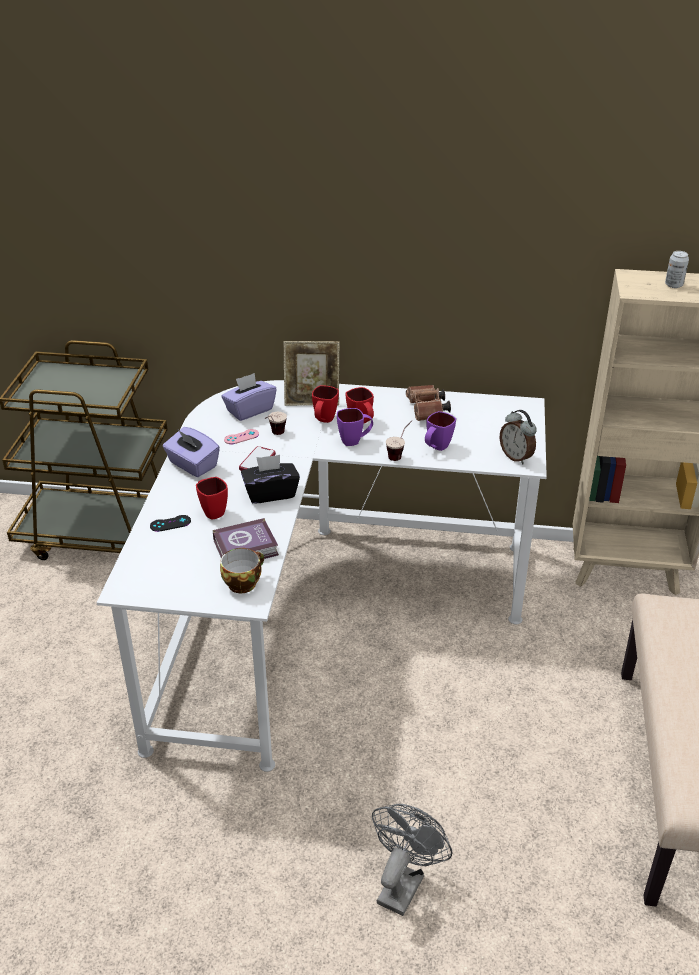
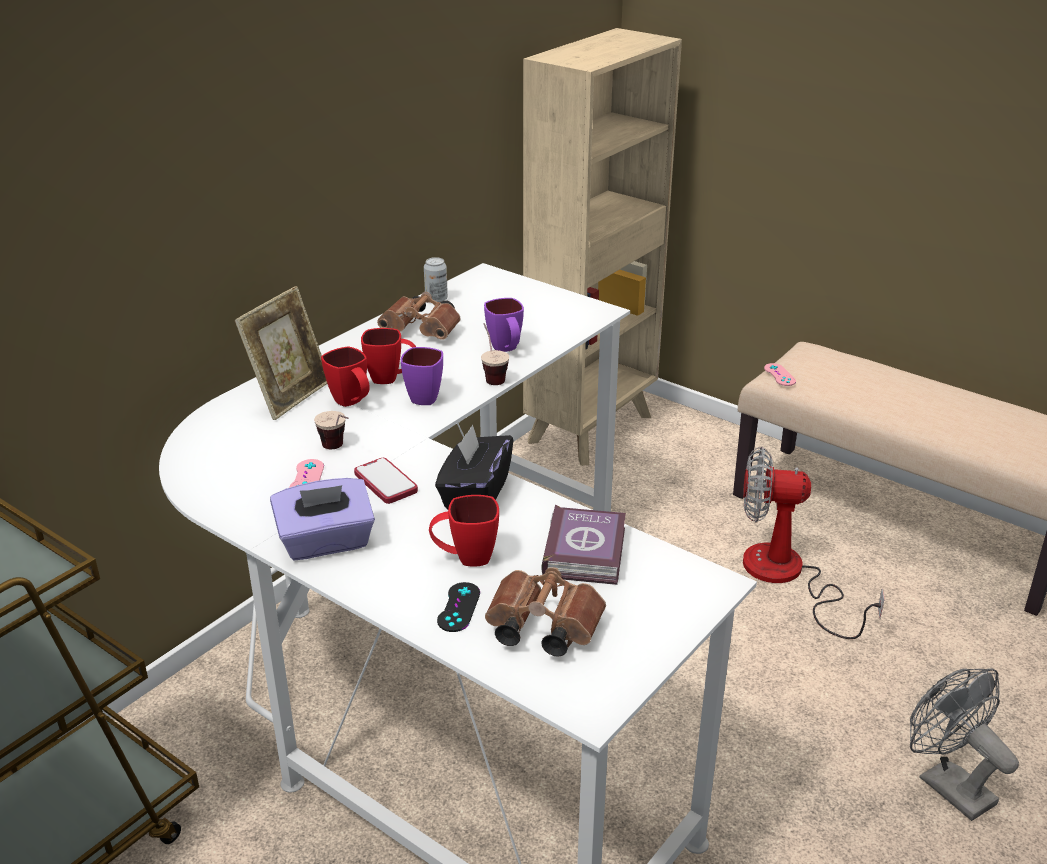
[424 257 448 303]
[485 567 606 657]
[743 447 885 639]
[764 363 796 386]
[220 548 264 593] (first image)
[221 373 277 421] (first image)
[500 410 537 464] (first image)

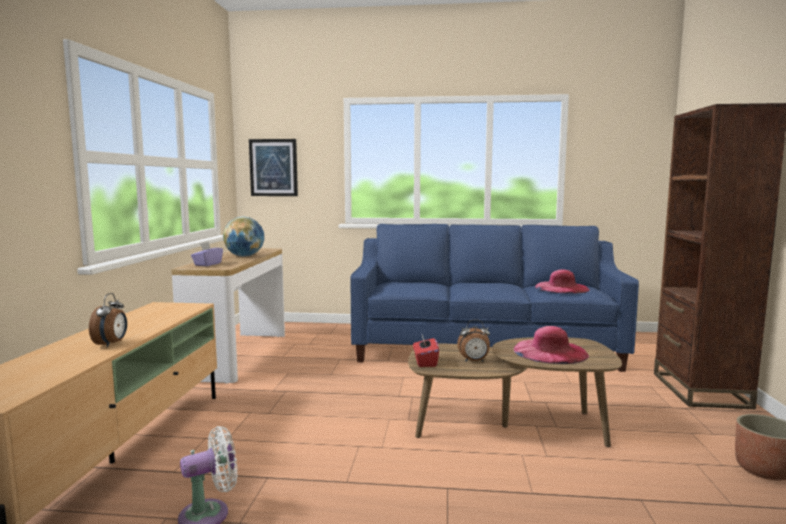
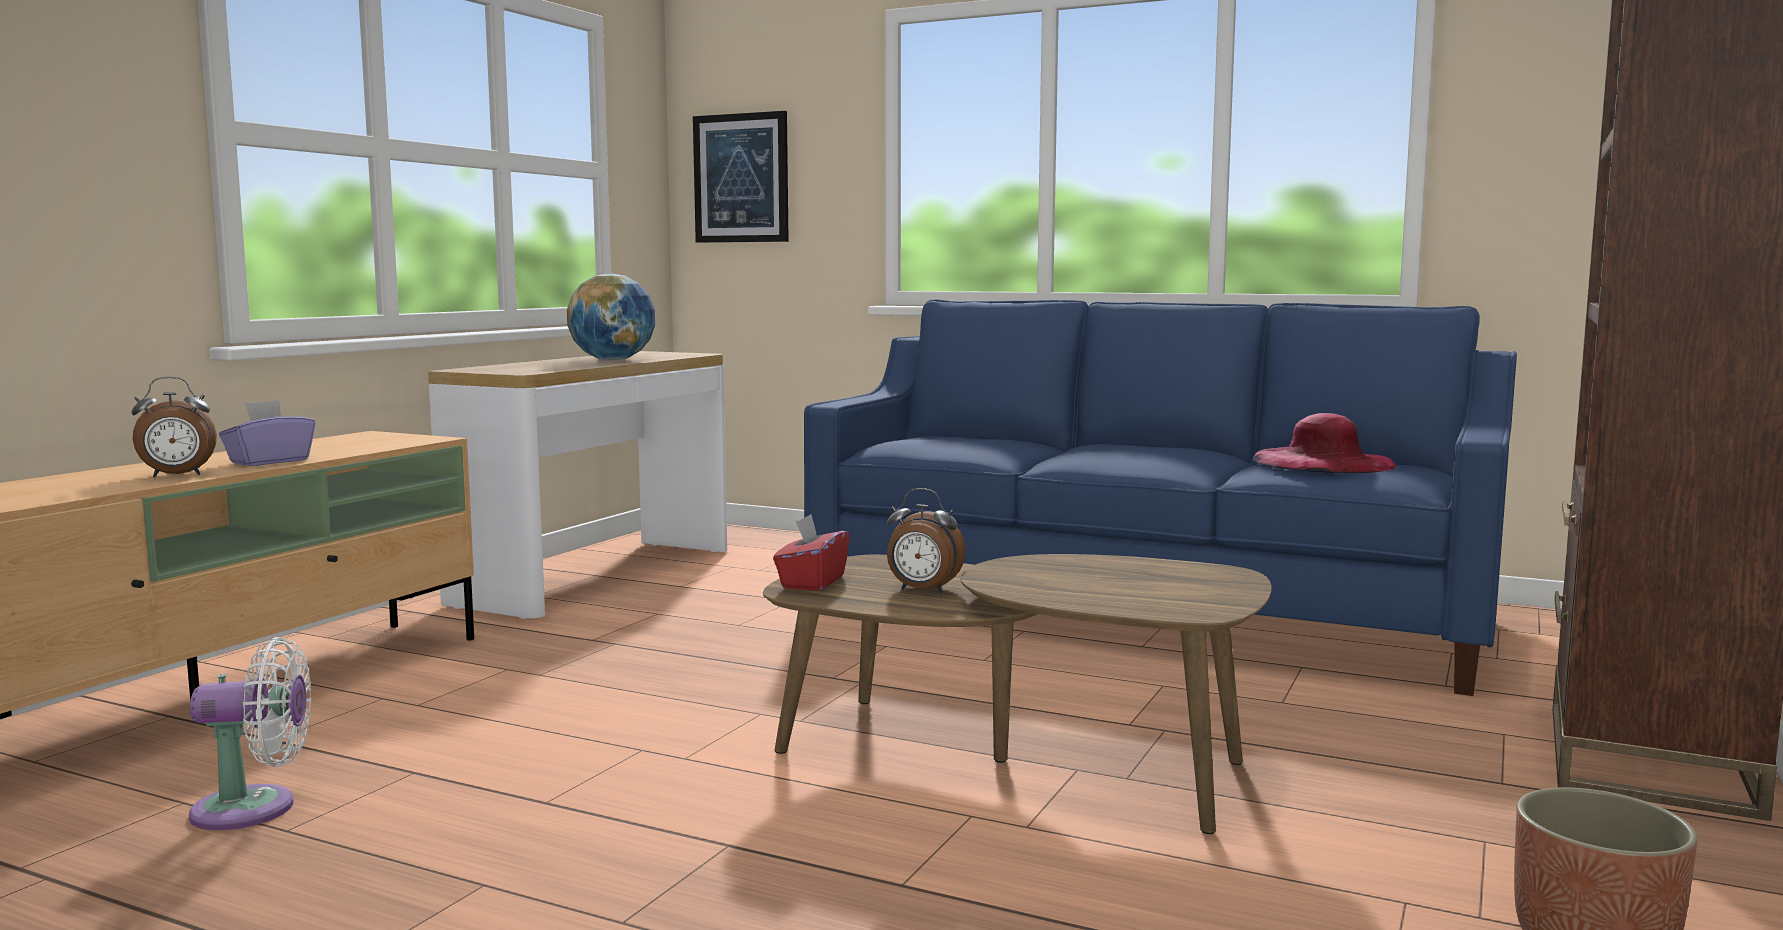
[132 376 217 477]
[219 400 315 466]
[514 326 589 364] (first image)

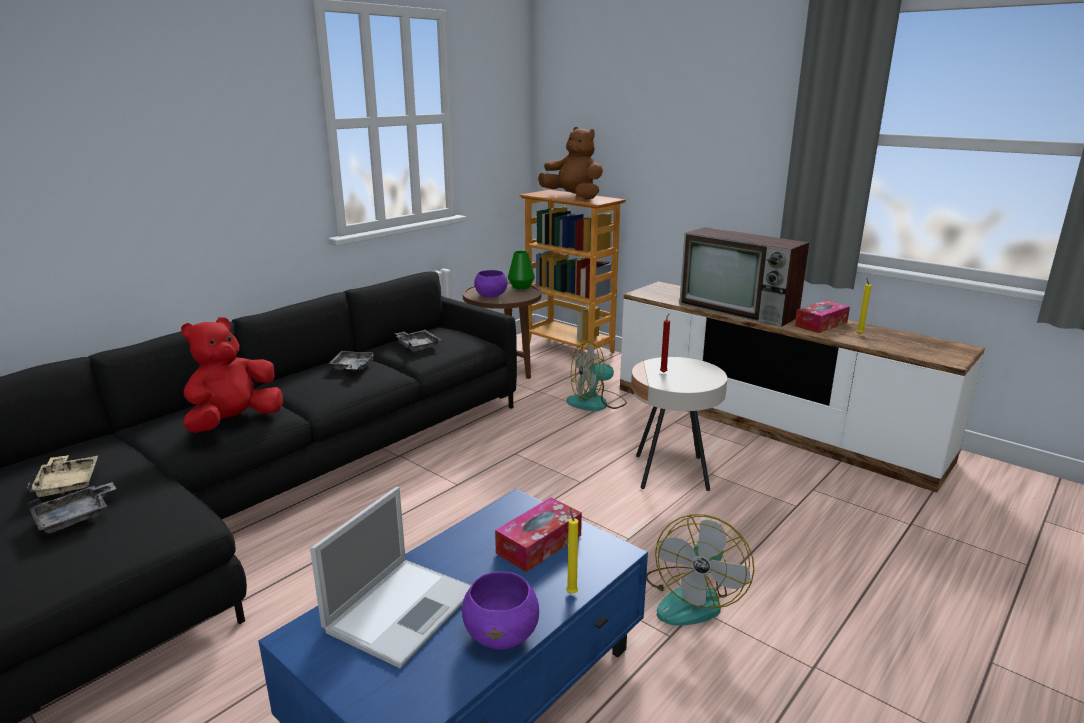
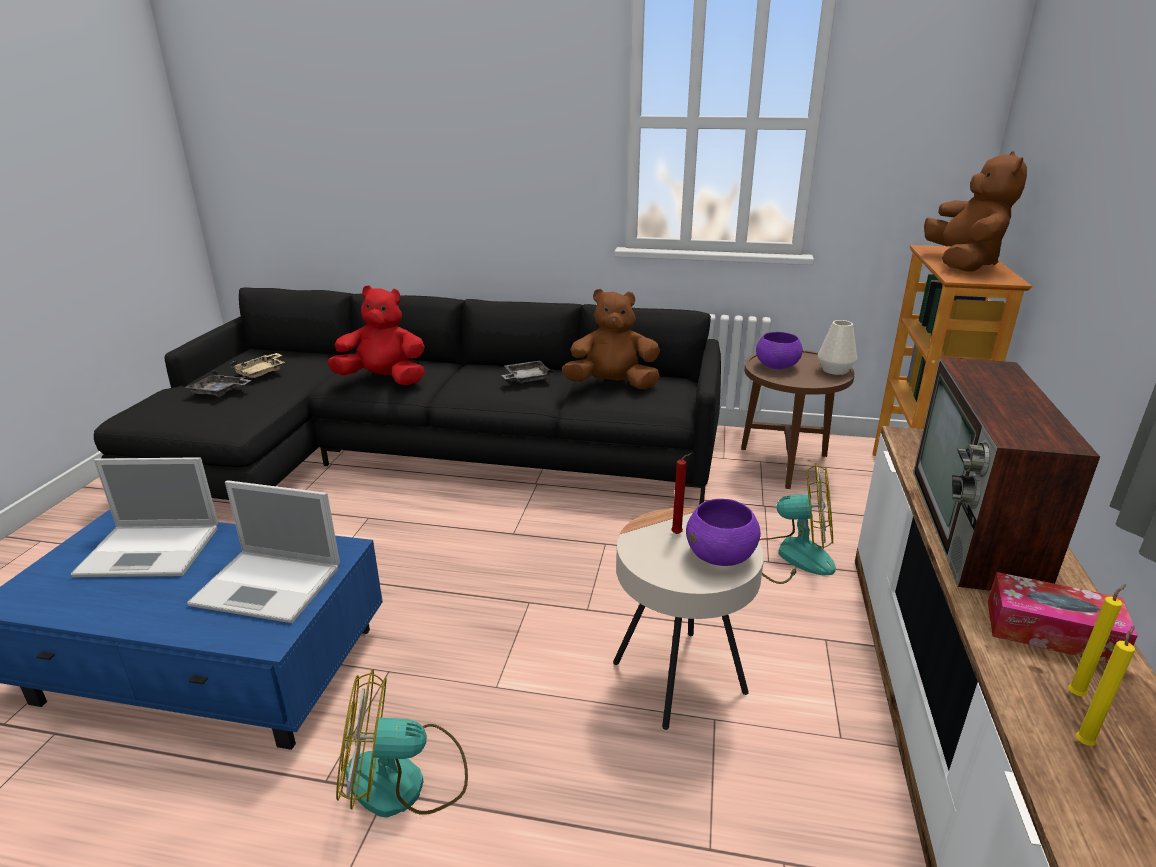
[187 480 340 623]
[562 289 660 389]
[686 499 761 566]
[760 463 836 584]
[818 320 857 375]
[1076 626 1135 746]

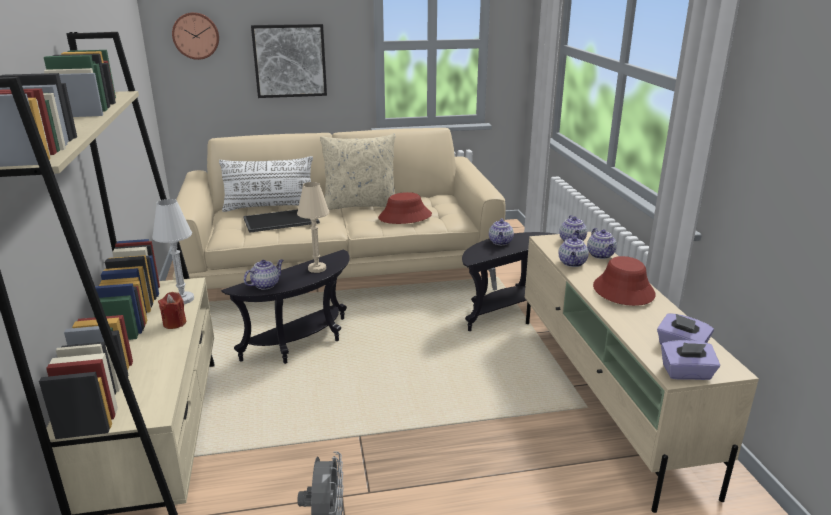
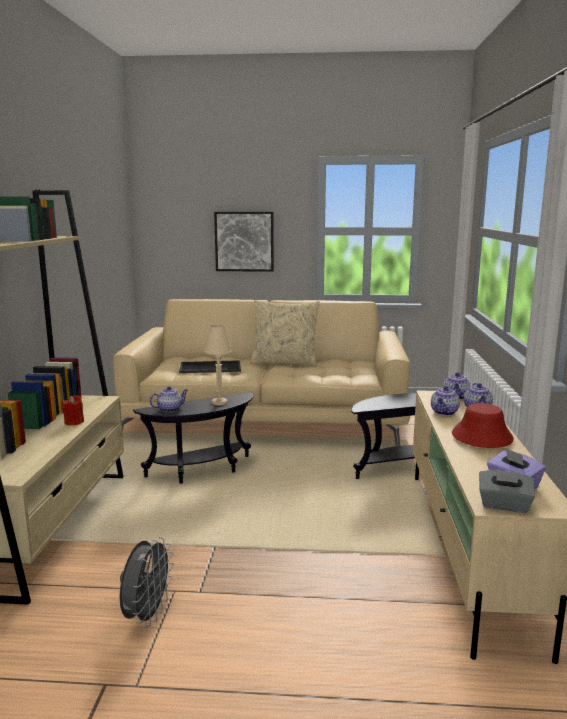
[479 469 535 513]
[152 199 194 304] (first image)
[172 12 219 60] (first image)
[219 156 313 212] (first image)
[378 192 432 224] (first image)
[489 219 514 245] (first image)

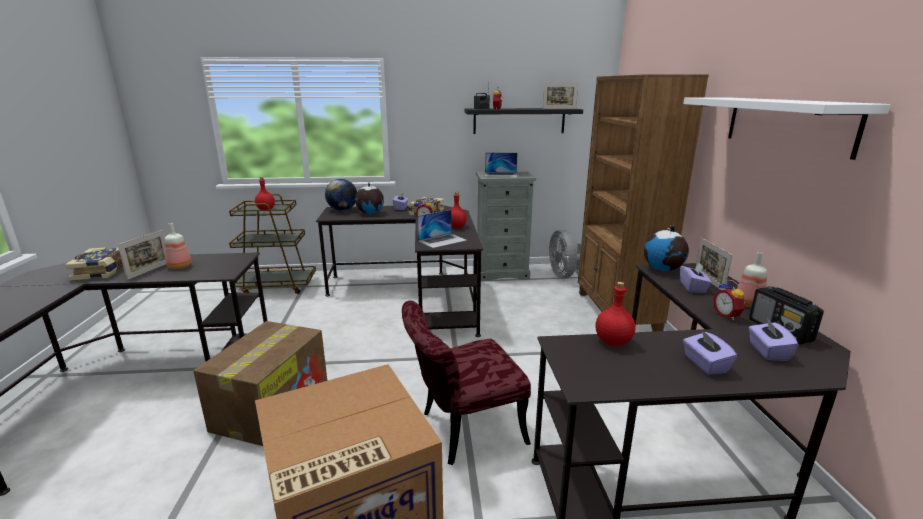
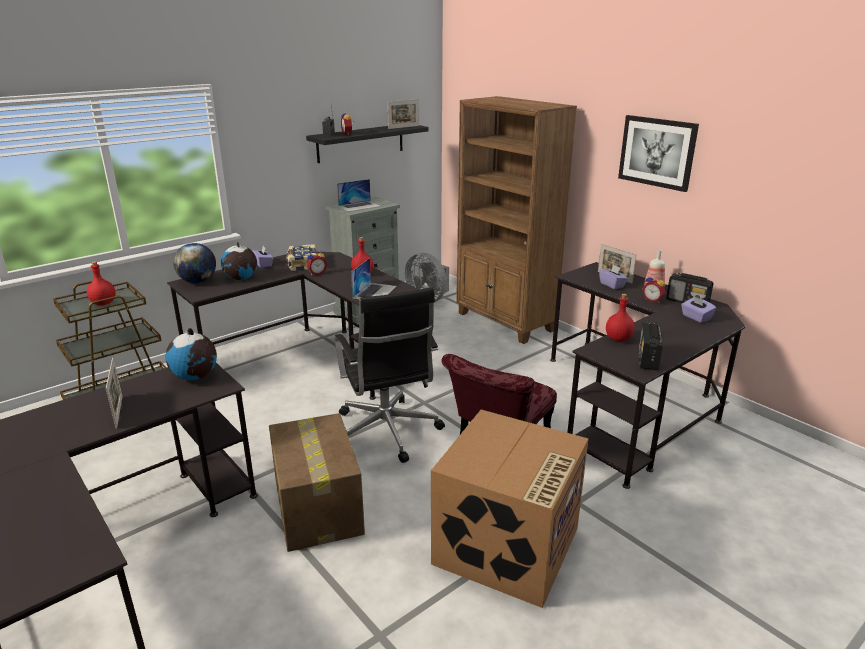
[165 328 217 380]
[335 287 445 463]
[618 115 699 192]
[639 322 663 371]
[65 247 123 281] (first image)
[165 223 192 269] (first image)
[683 330 737 375] (first image)

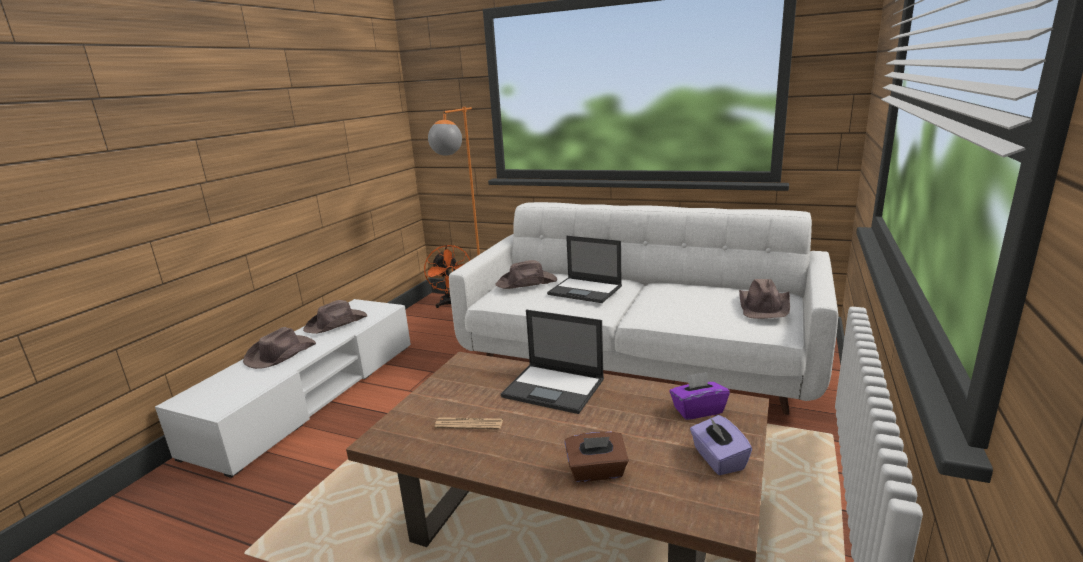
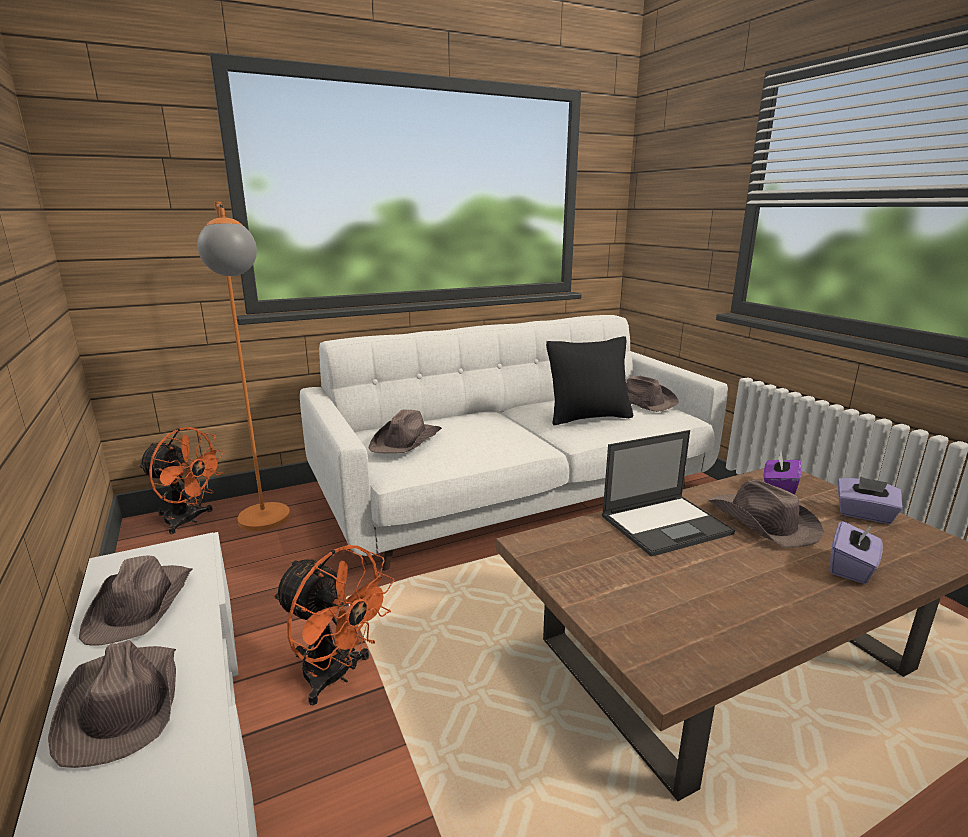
[273 545 394 705]
[546 336 633 425]
[709 479 824 548]
[830 521 883 584]
[434 417 503 430] (first image)
[547 236 622 303] (first image)

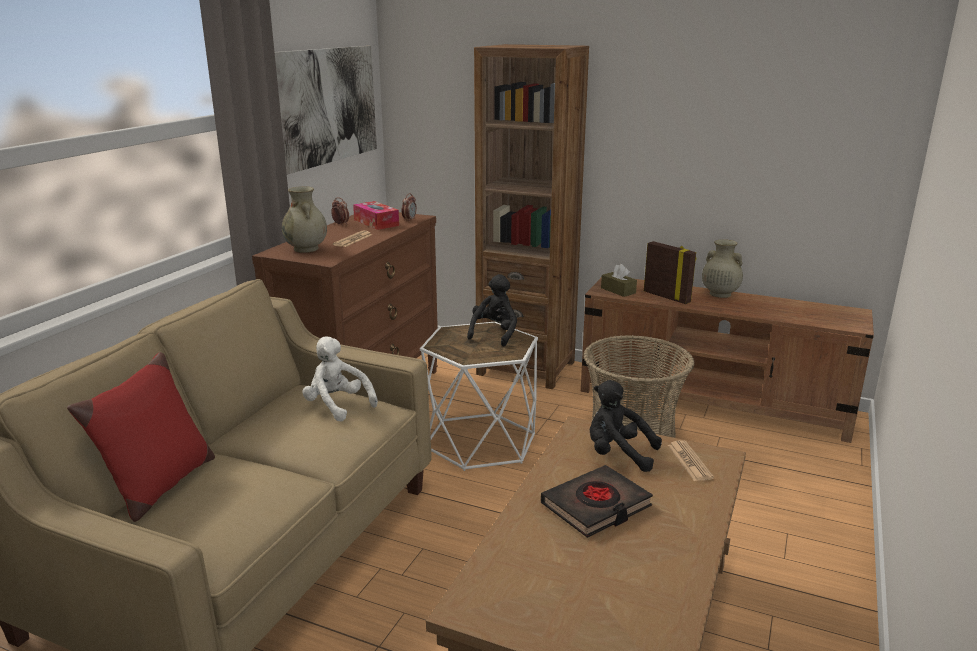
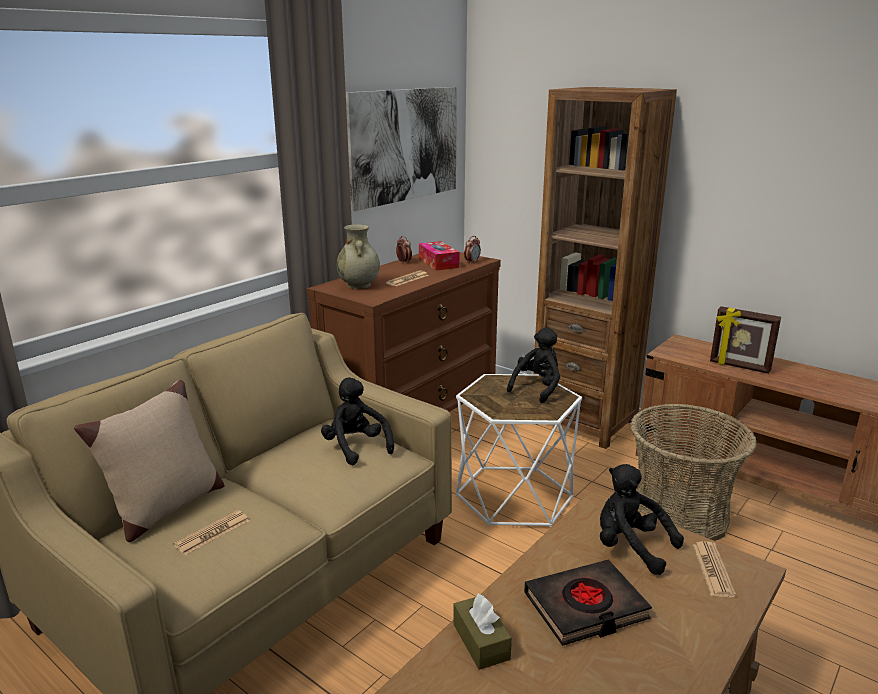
[74 380 225 542]
[173 510 249 555]
[321 377 394 465]
[453 593 512 670]
[710 306 781 374]
[702 239 743 298] (first image)

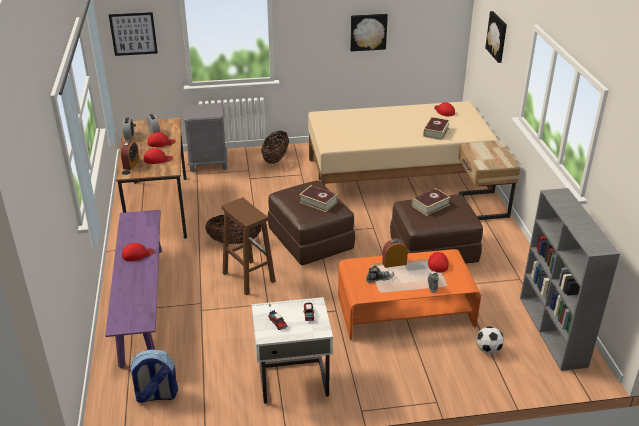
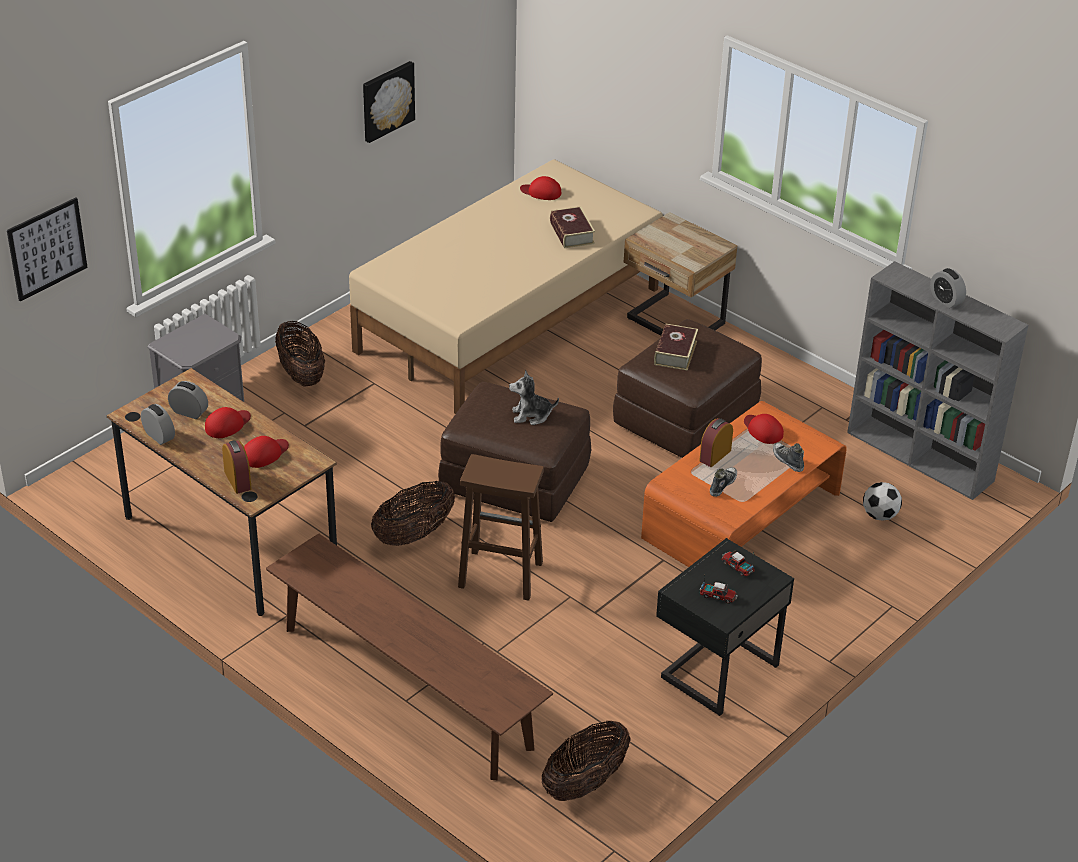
[266 533 553 780]
[509 370 559 425]
[541 721 631 801]
[656 538 794 716]
[930 268 966 308]
[122 243 154 261] (first image)
[485 11 507 63] (first image)

